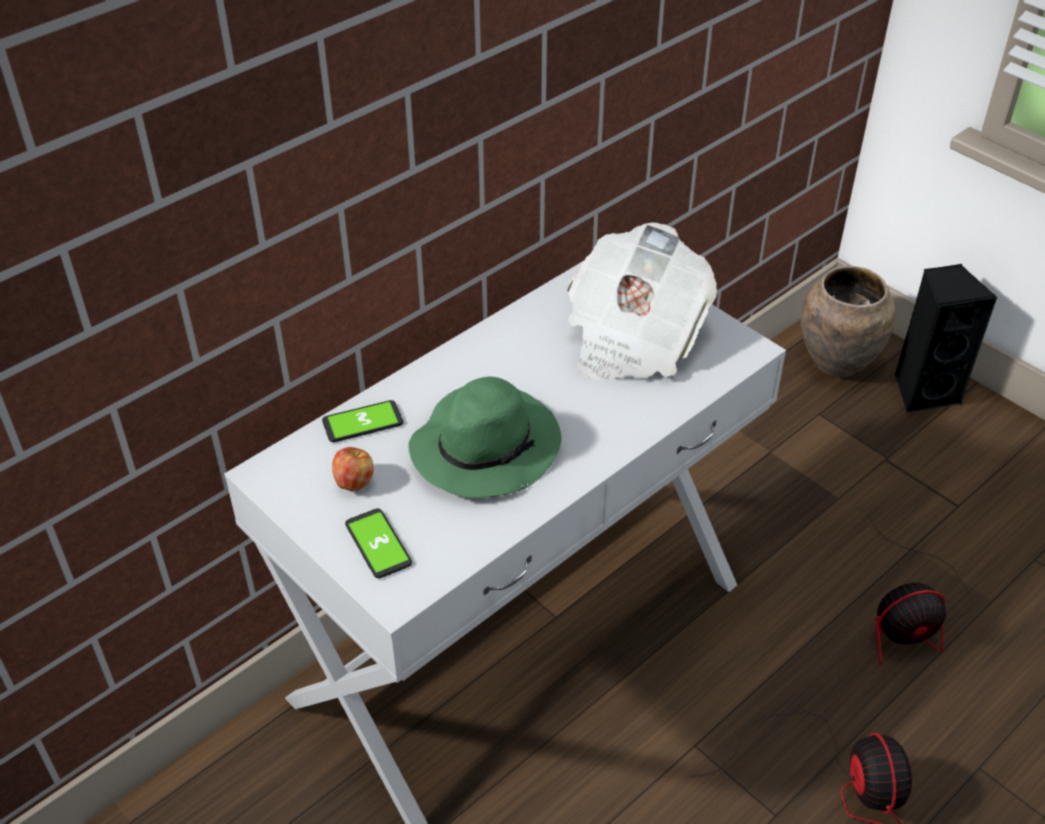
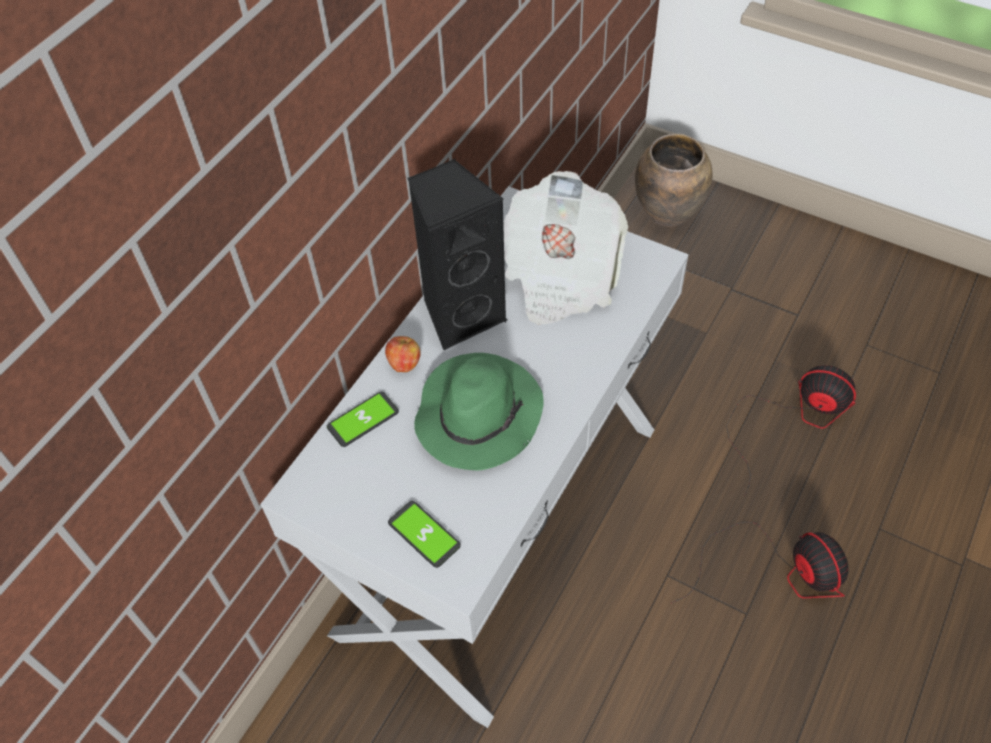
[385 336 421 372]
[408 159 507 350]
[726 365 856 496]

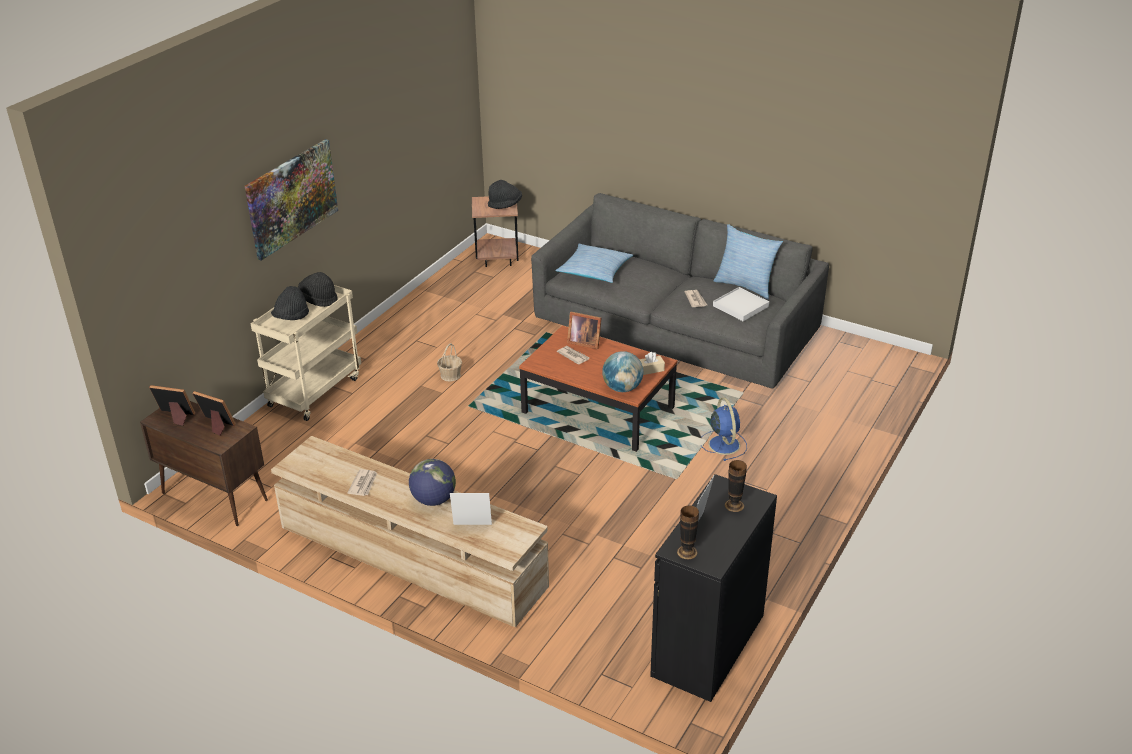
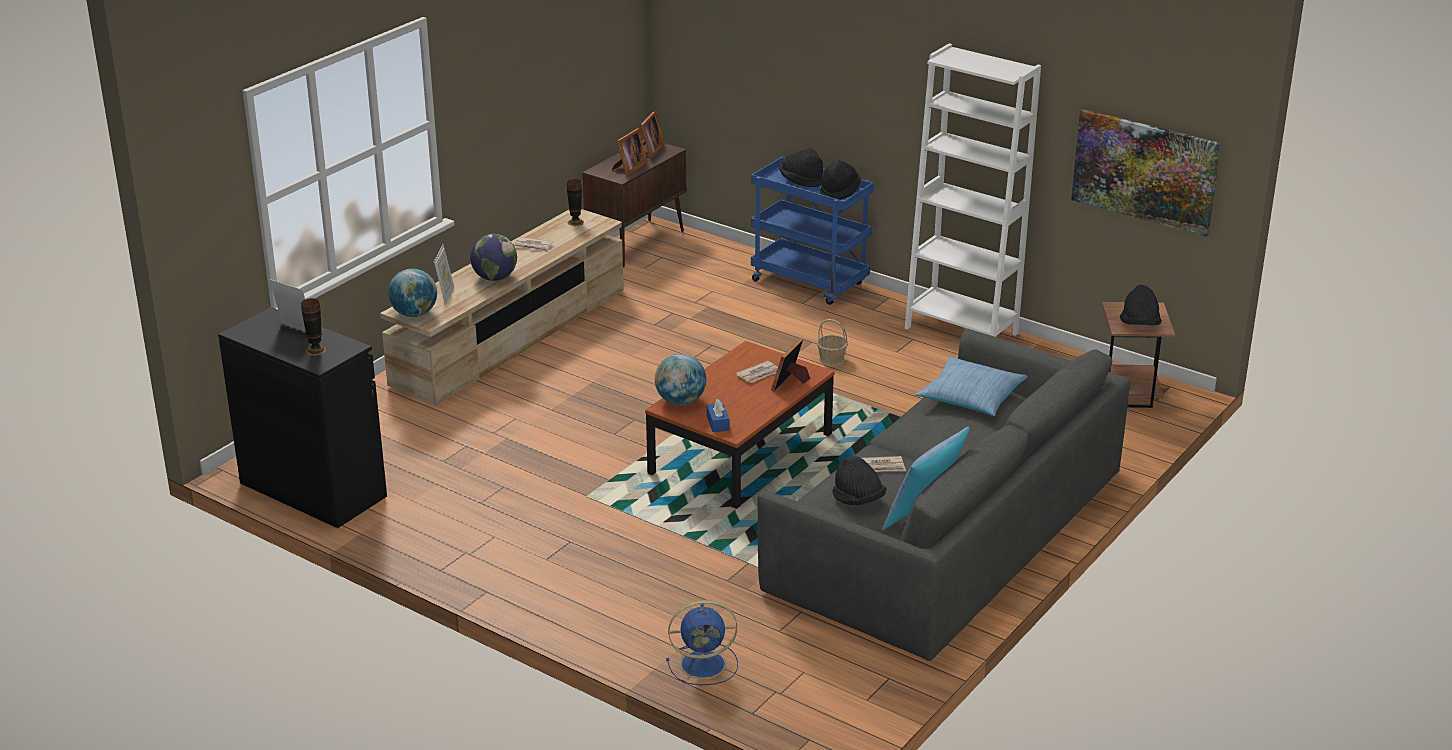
[388 269 437 317]
[567 179 584 226]
[666 600 738 686]
[707 399 729 432]
[751 157 874 305]
[832 456 886 505]
[905 43 1041 337]
[1071 109 1221 237]

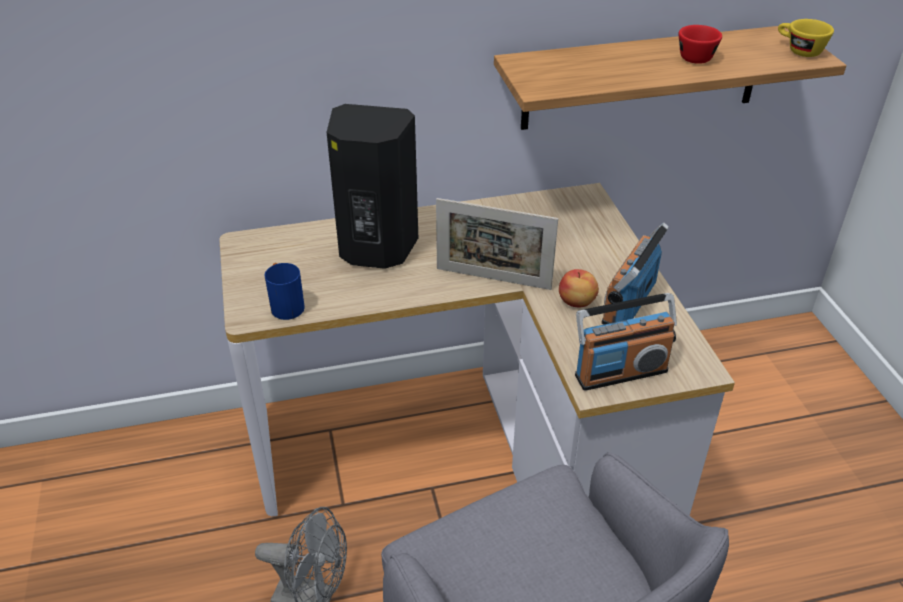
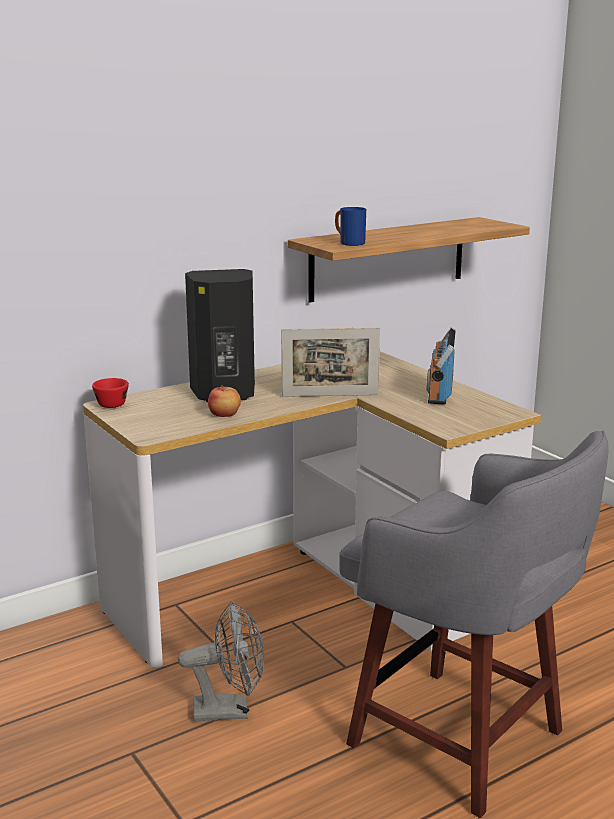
[92 378 129 408]
[208 385 241 417]
[335 207 366 246]
[575 293 677 391] (first image)
[778 19 834 57] (first image)

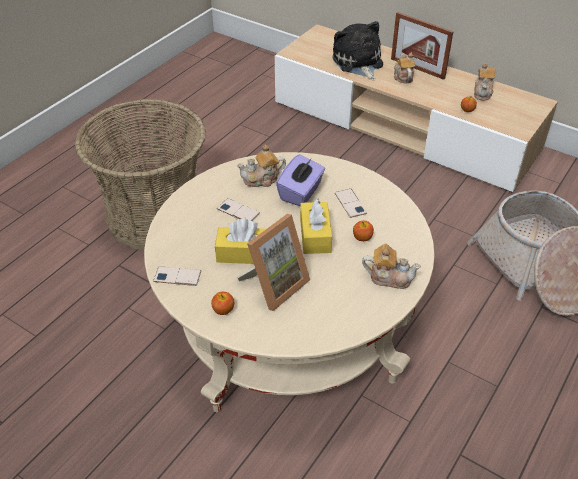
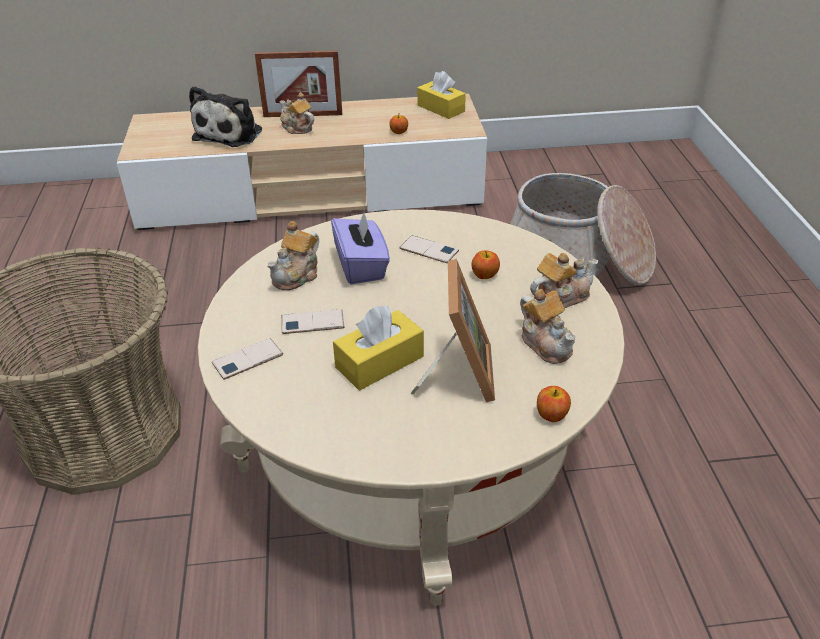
[189 86 262 147]
[212 338 283 379]
[417 71 466 119]
[520 289 576 364]
[537 386 571 422]

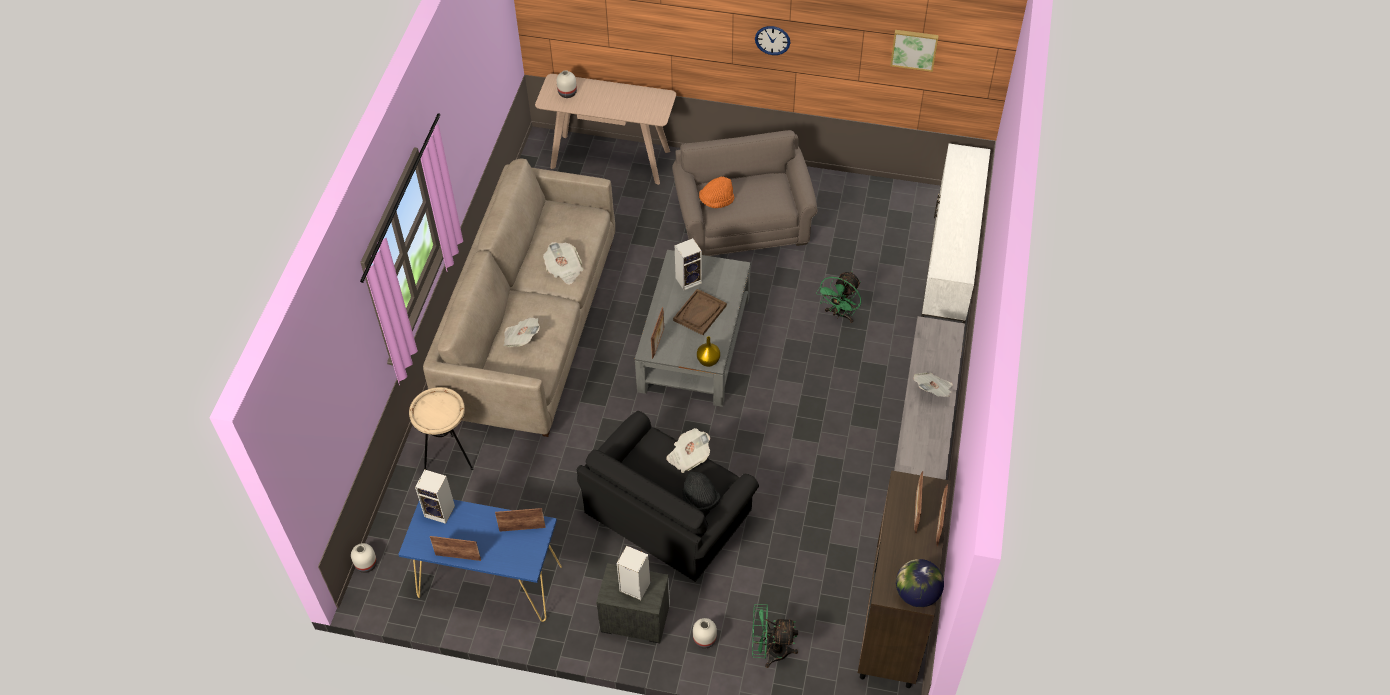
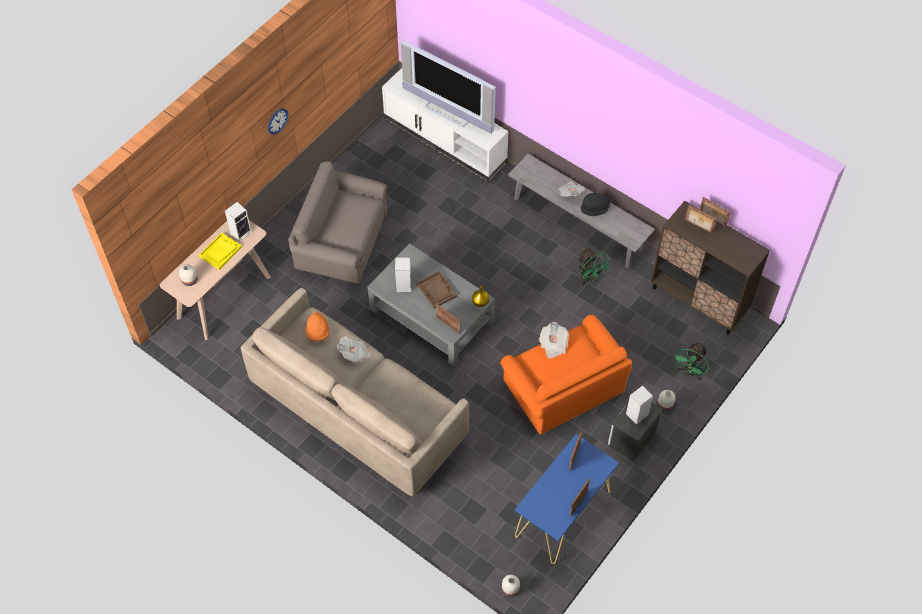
[199 232 242 270]
[225 202 252 242]
[306 312 330 341]
[401 41 496 134]
[500 315 632 435]
[577 248 612 286]
[581 193 610 216]
[409 387 473 470] (first image)
[503 317 540 347] (first image)
[890 30 939 72] (first image)
[896 559 944 607] (first image)

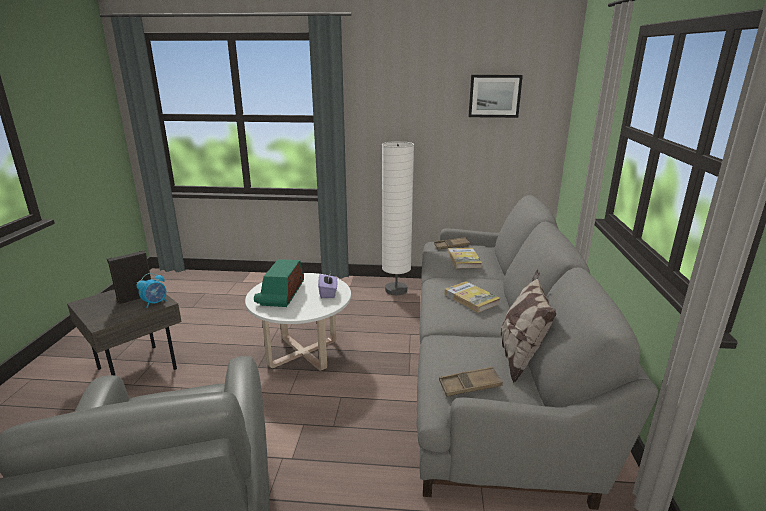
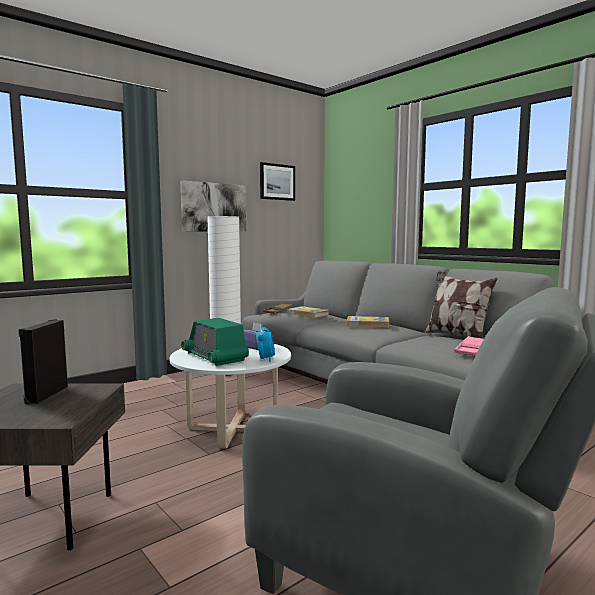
[180 180 246 232]
[256 324 275 362]
[454 336 484 356]

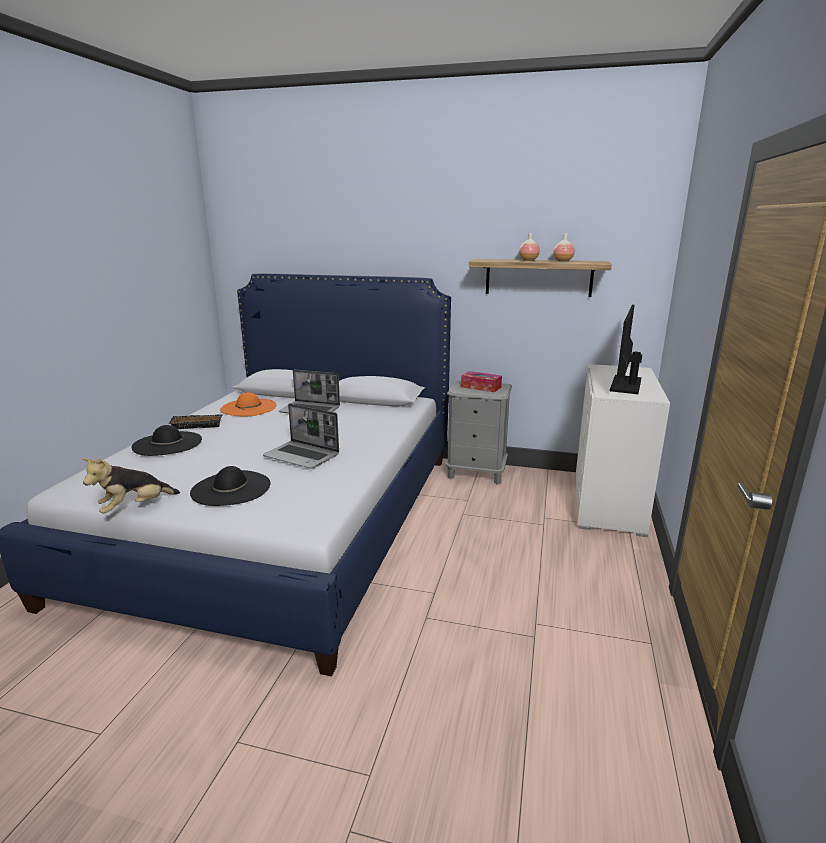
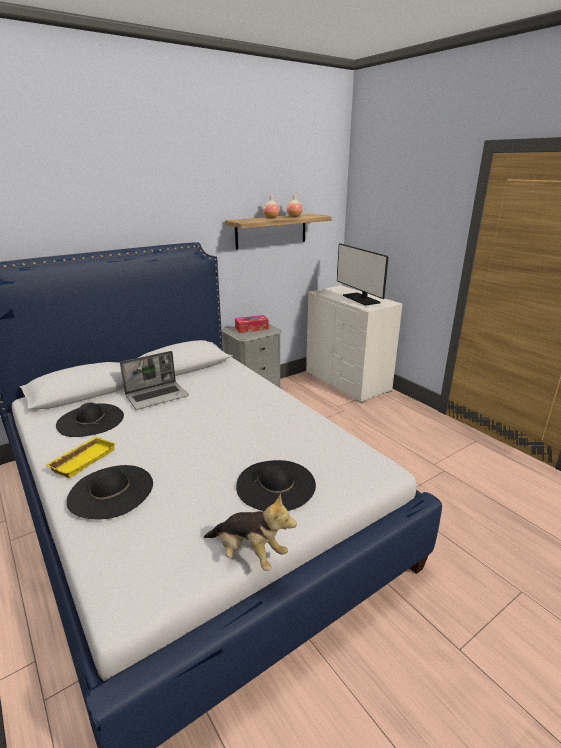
[46 437 116 478]
[56 403 124 437]
[204 494 297 571]
[263 403 339 469] (first image)

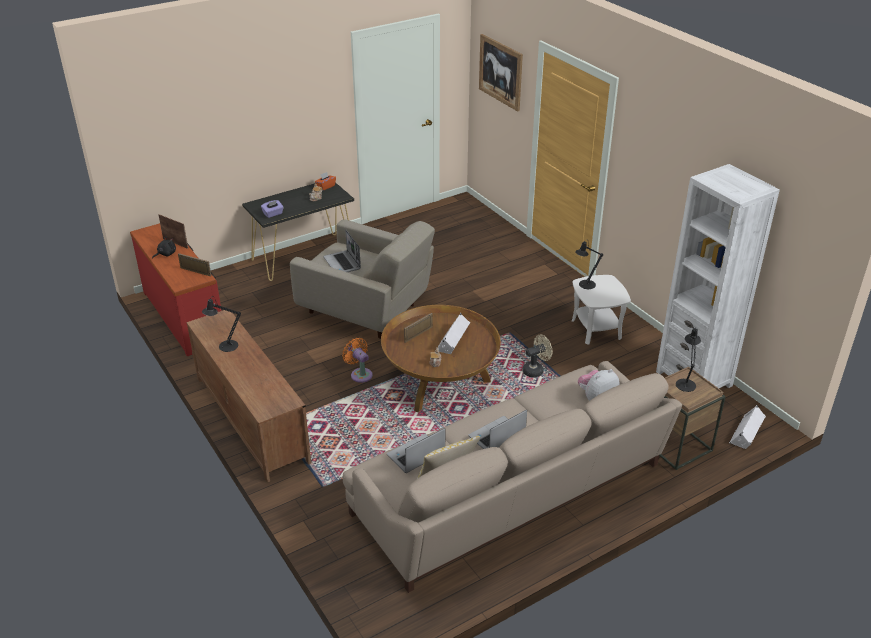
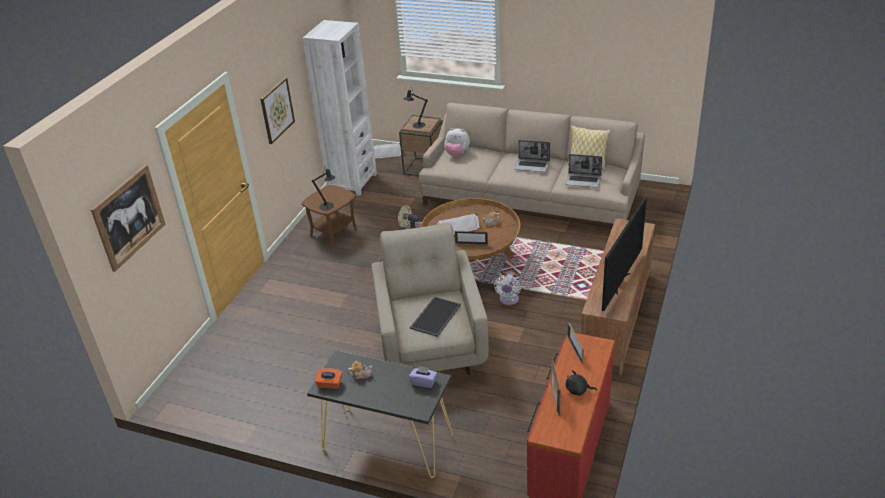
[260 77 295 144]
[302 185 357 246]
[410 297 461 337]
[494 274 521 305]
[602 197 647 311]

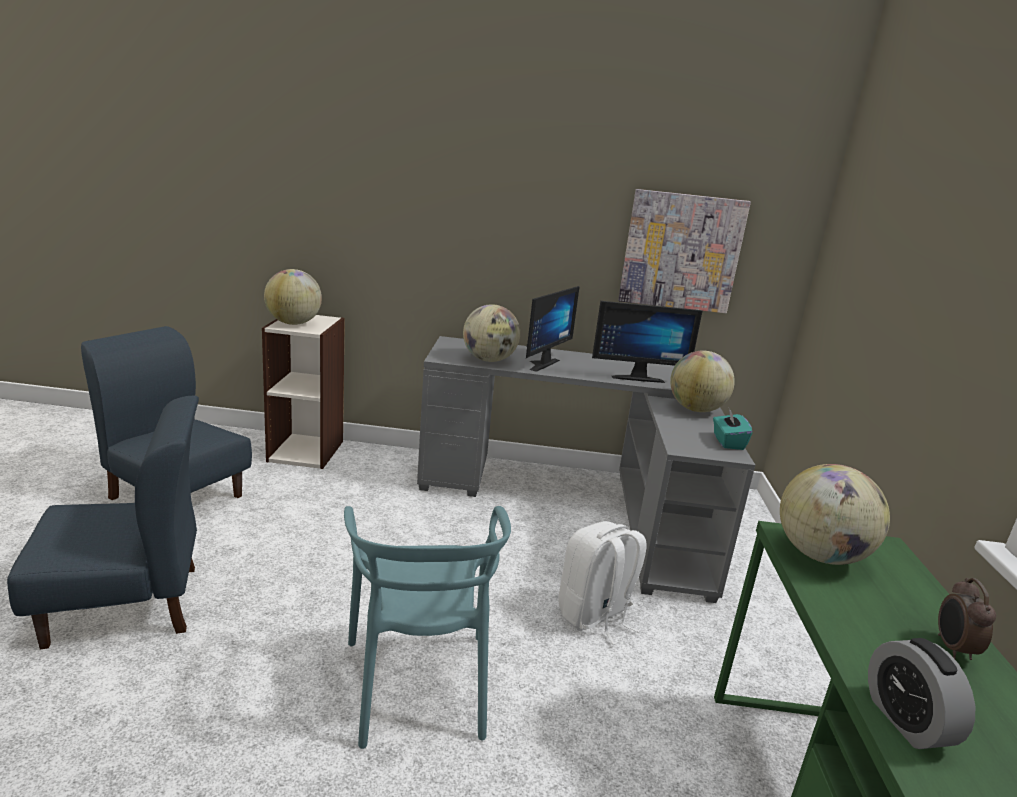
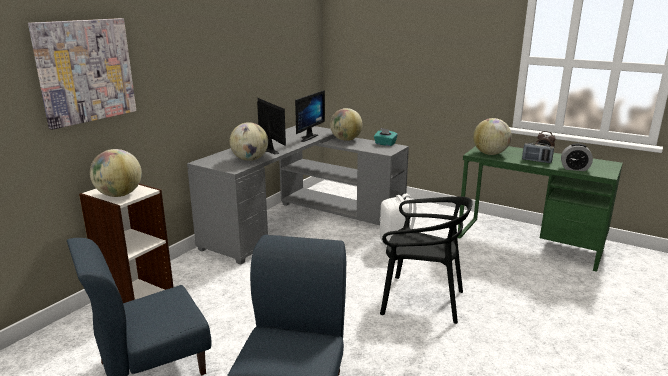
[28 18 136 130]
[380 196 473 324]
[522 143 554 163]

